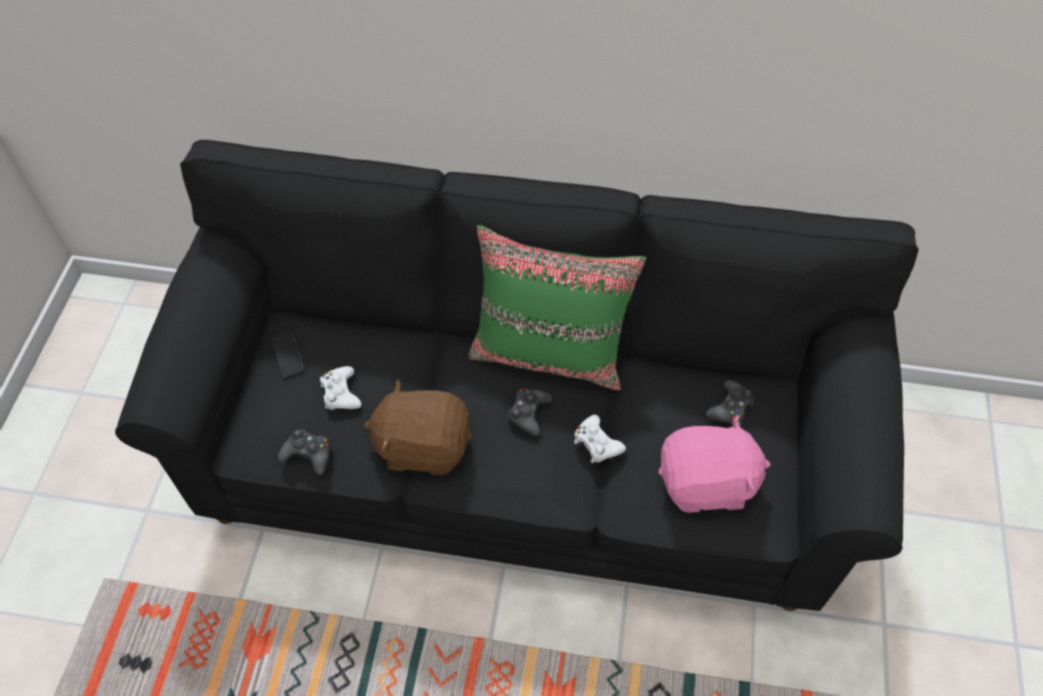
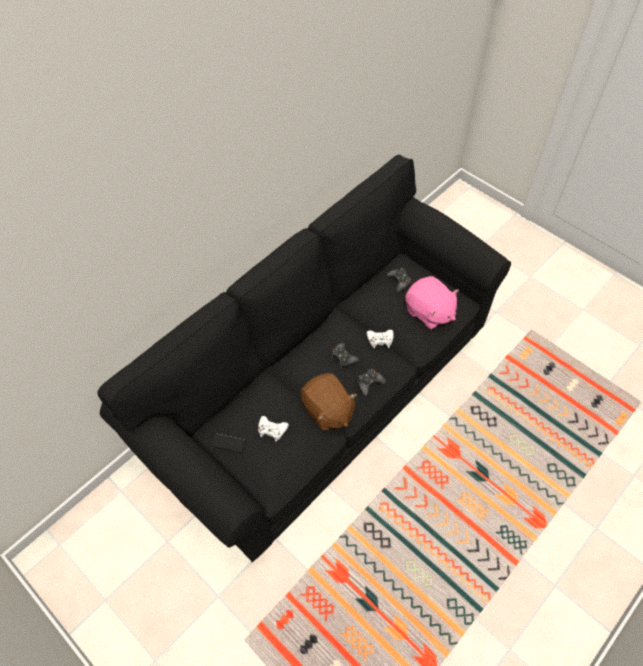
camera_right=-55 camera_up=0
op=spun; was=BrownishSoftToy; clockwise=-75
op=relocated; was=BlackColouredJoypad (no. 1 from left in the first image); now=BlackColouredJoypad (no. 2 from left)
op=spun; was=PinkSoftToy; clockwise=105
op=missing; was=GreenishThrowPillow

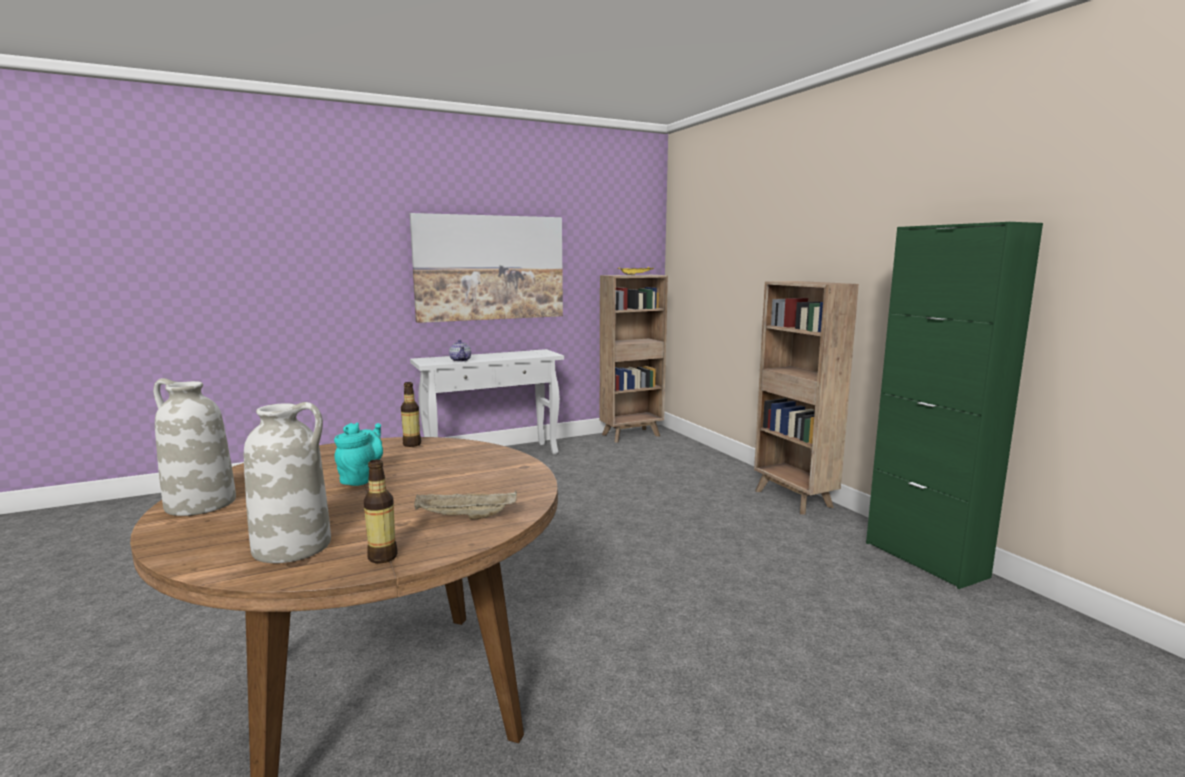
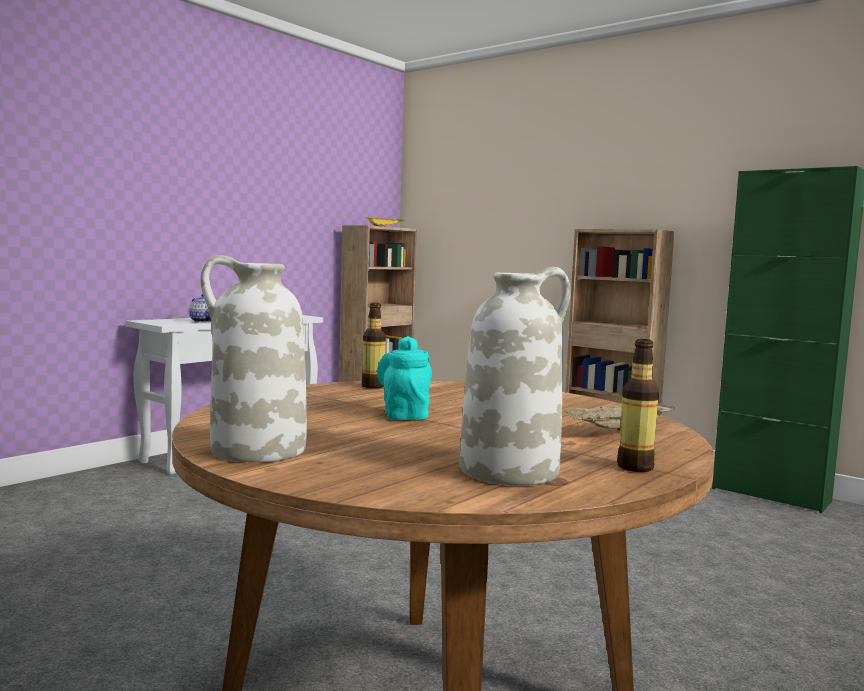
camera_right=-25 camera_up=-5
op=missing; was=Picture

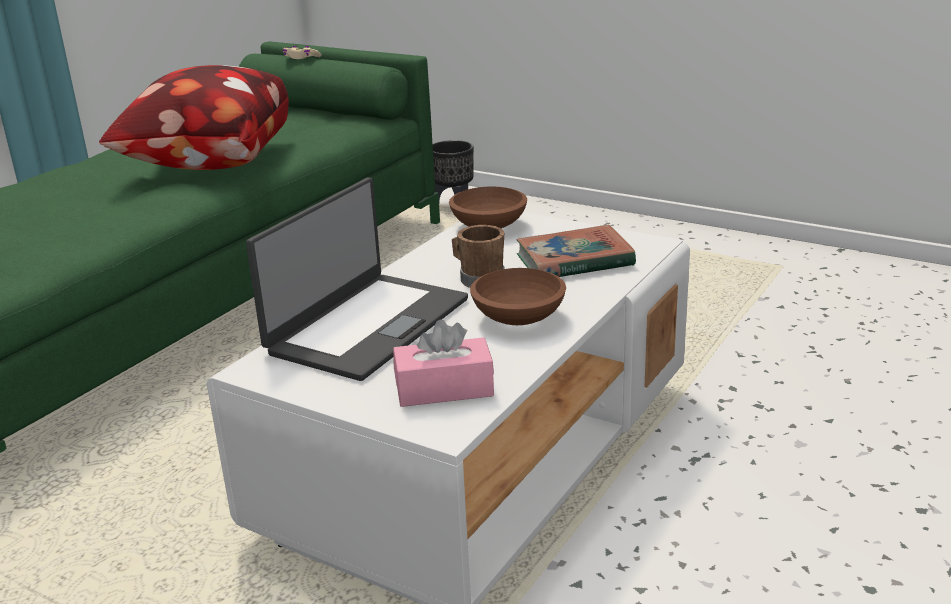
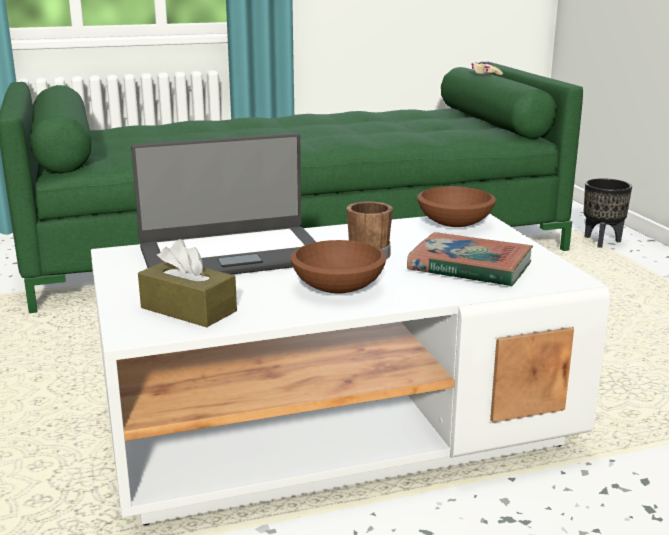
camera_right=40 camera_up=-5
op=colour; was=PinkTissueBox; now=BrownishTissueBox
op=missing; was=ThrowPillow

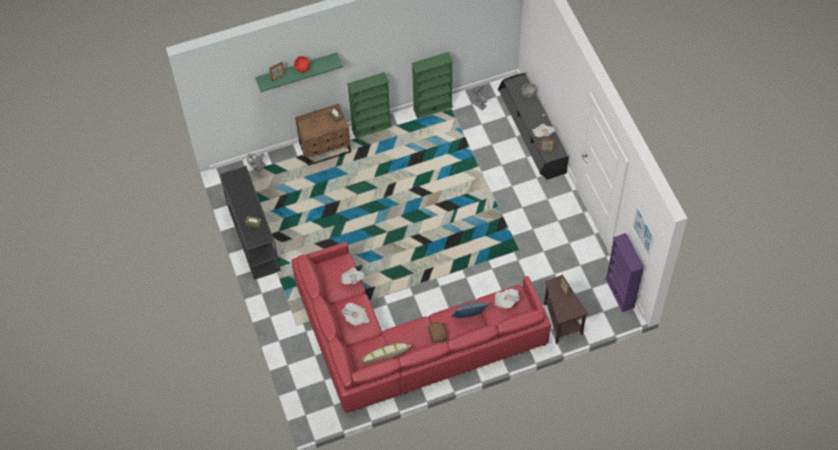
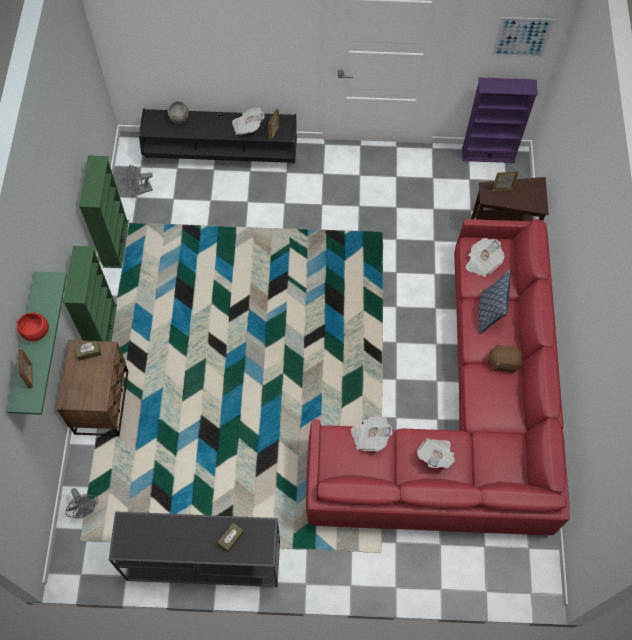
camera_right=-70 camera_up=5
op=missing; was=ThrowPillow (no. 1 from left)

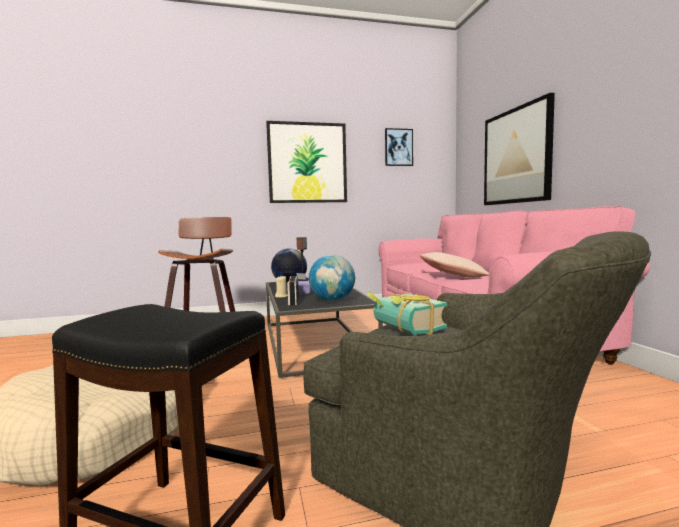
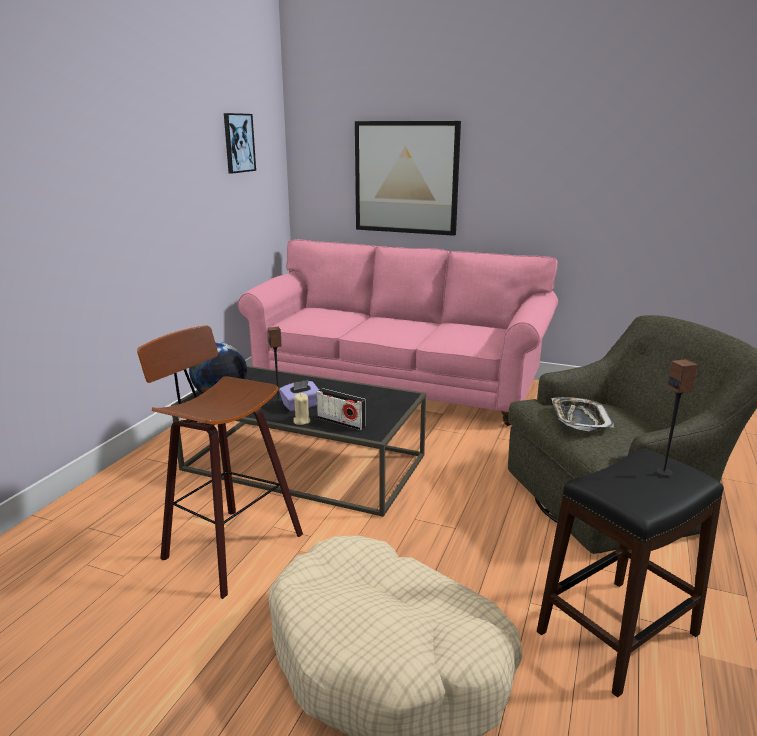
camera_right=-55 camera_up=15
op=exchanged; was=Volume; now=CarryingTray
op=appeared; now=Speaker (no. 2 from left)
op=missing; was=Picture (no. 1 from left)
op=missing; was=DeskGlobe (no. 2 from left)
op=missing; was=BeigeColouredThrowPillow

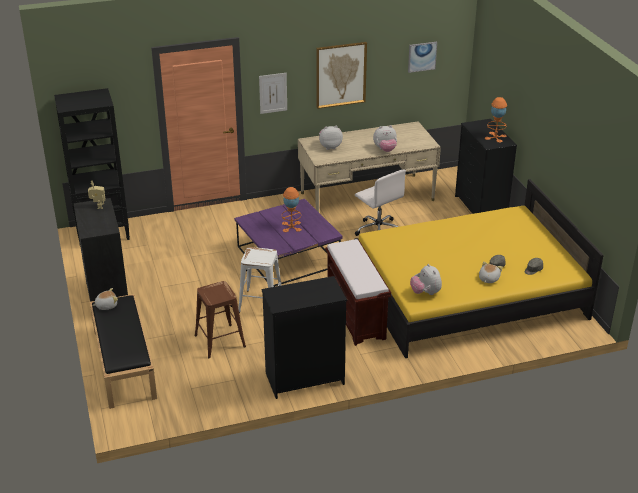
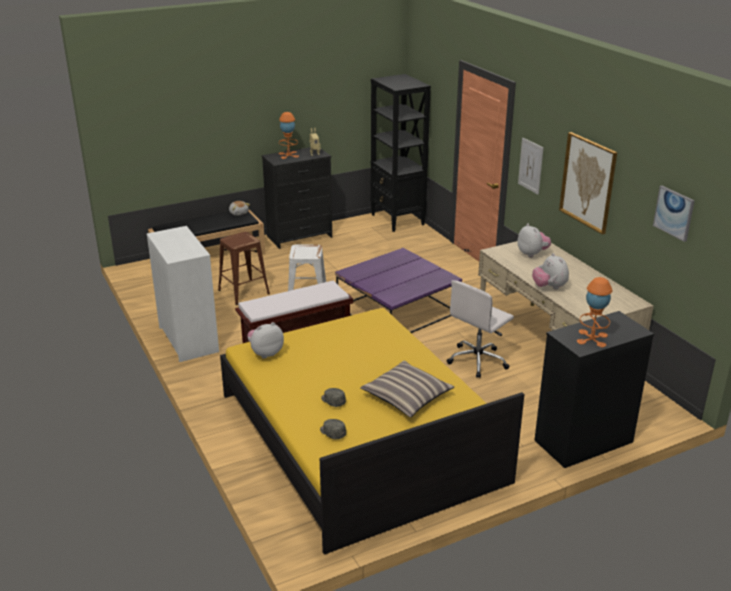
camera_right=80 camera_up=-5
op=colour; was=BlackColouredDrawerChest (no. 2 from left); now=WhiteColouredDrawerChest
op=relocated; was=OrangeyTableLamp (no. 1 from left)
op=appeared; now=ThrowPillow
op=missing; was=SoftToy (no. 5 from left)

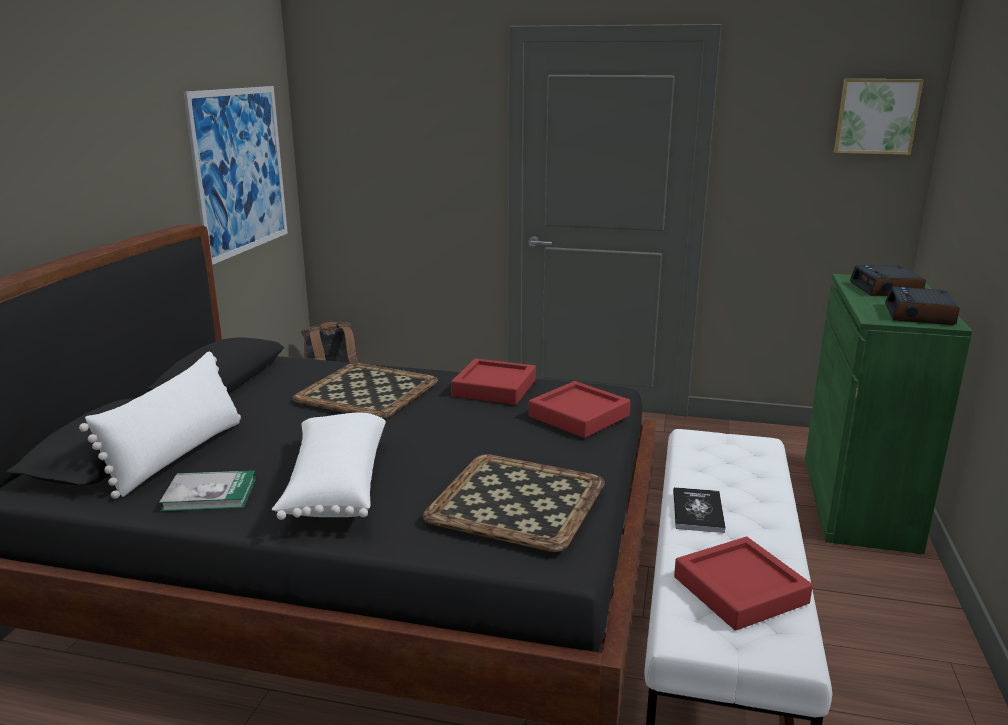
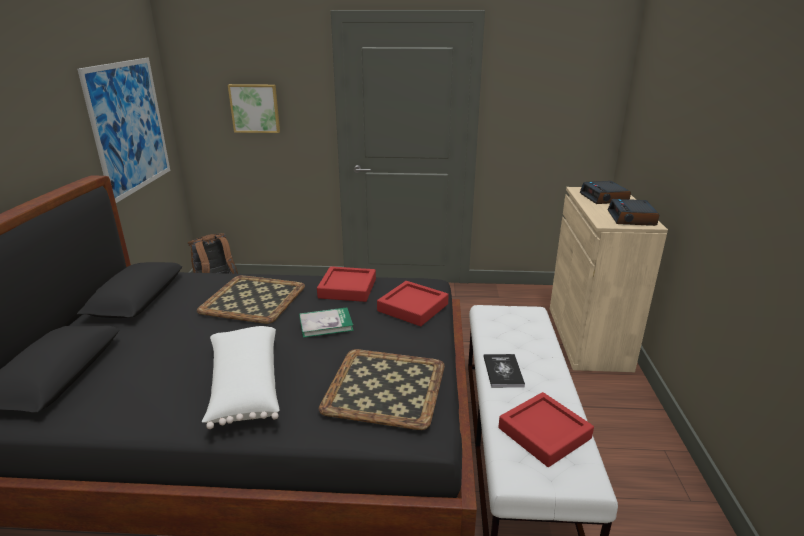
camera_right=-10 camera_up=5
op=relocated; was=Picture (no. 2 from left)
op=relocated; was=Volume (no. 1 from left)
op=colour; was=GreenishCupboard; now=BeigeColouredCupboard
op=missing; was=WhiteColouredThrowPillow (no. 1 from left)

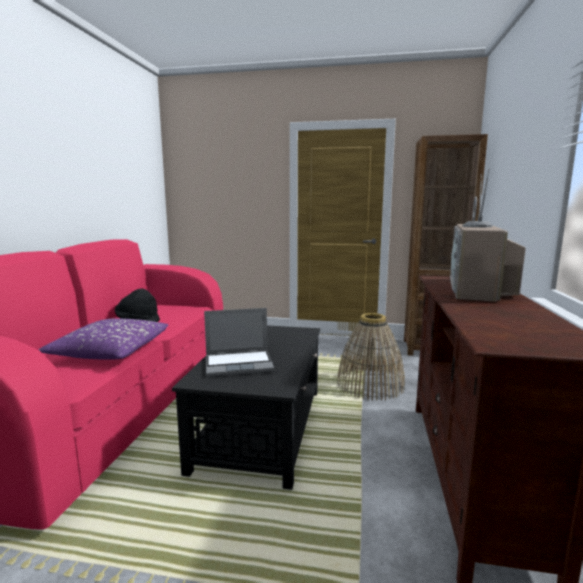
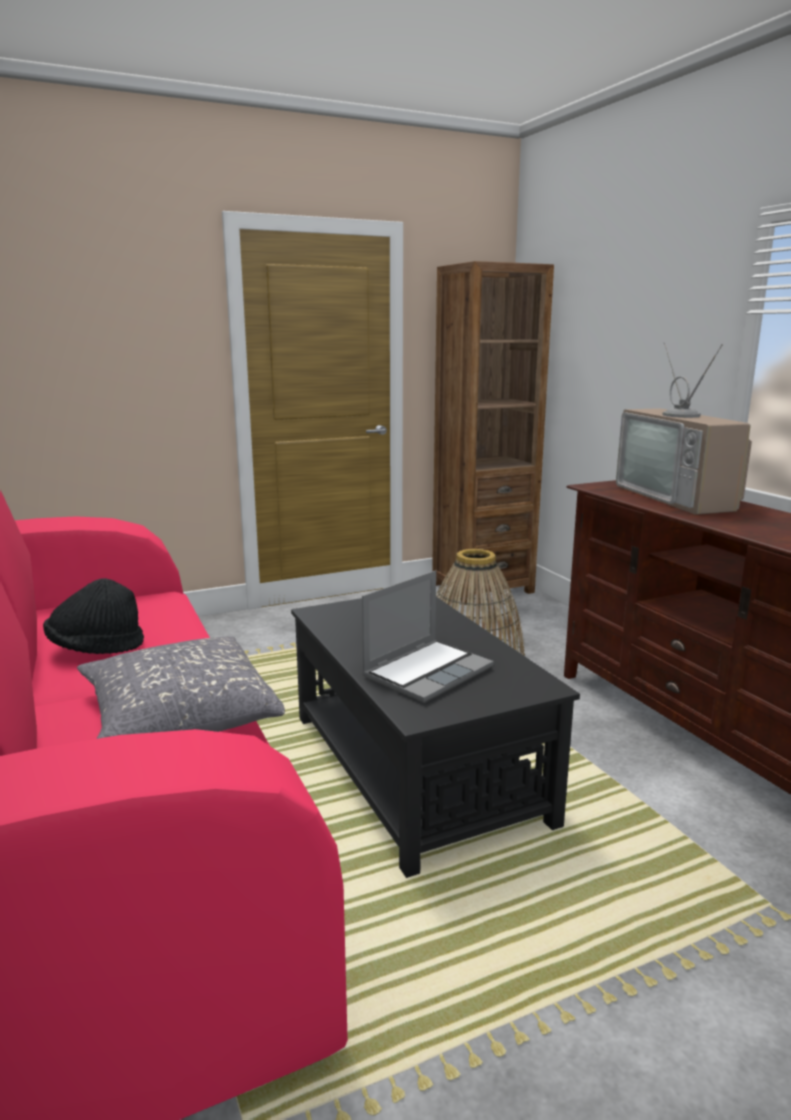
camera_right=-35 camera_up=5
op=colour; was=PurplishThrowPillow; now=GrayThrowPillow

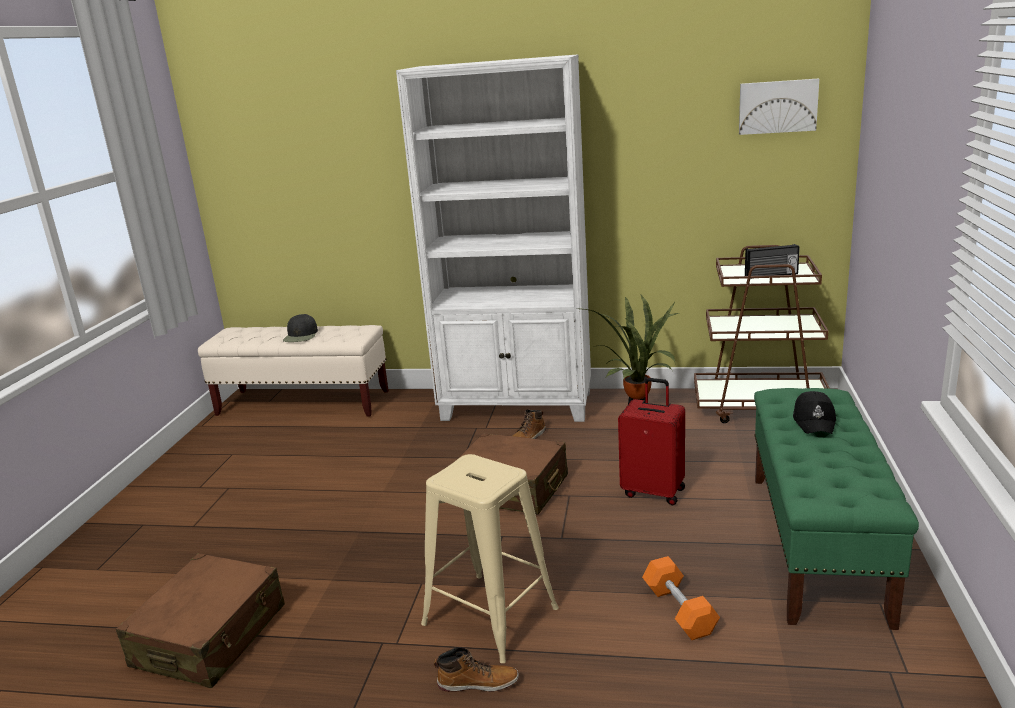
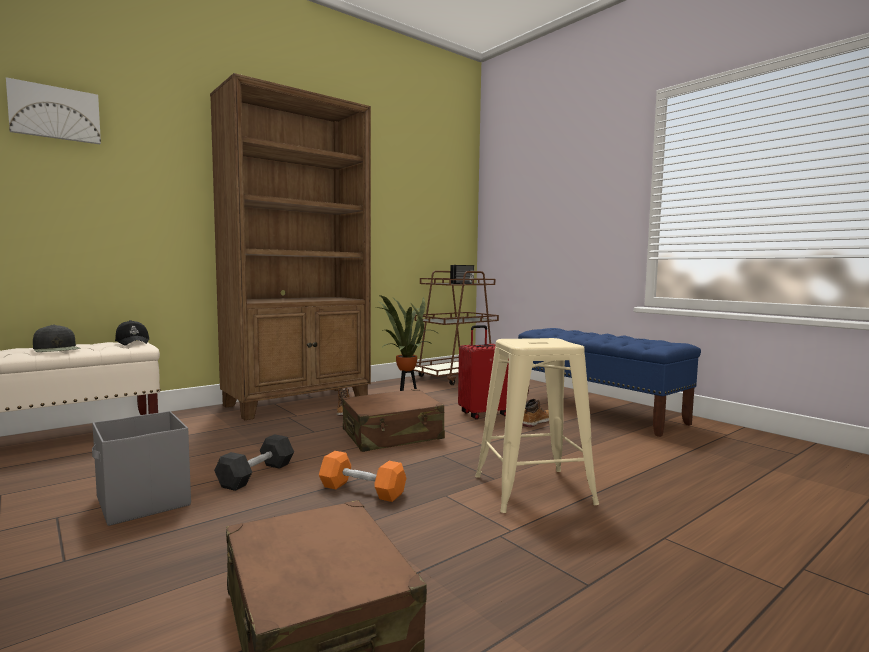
camera_right=-50 camera_up=-15
op=relocated; was=Picture
op=appeared; now=GrayStorageContainer
op=relocated; was=BlackColouredBaseballCap (no. 2 from left)
op=colour; was=WhiteColouredBookcase; now=BrownishBookcase
op=appeared; now=BlackColouredHandWeight
op=relocated; was=OrangeyHandWeight
op=colour; was=GreenishLongSeat; now=BlueLongSeat
op=relocated; was=HighTopBoot (no. 1 from left in the first image); now=HighTopBoot (no. 2 from left)

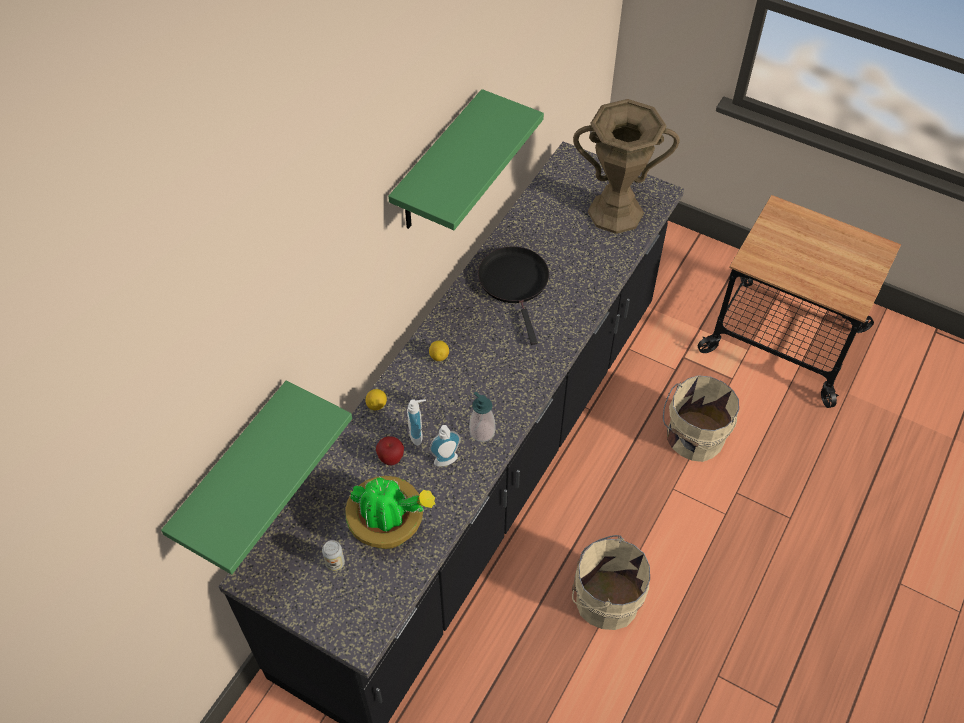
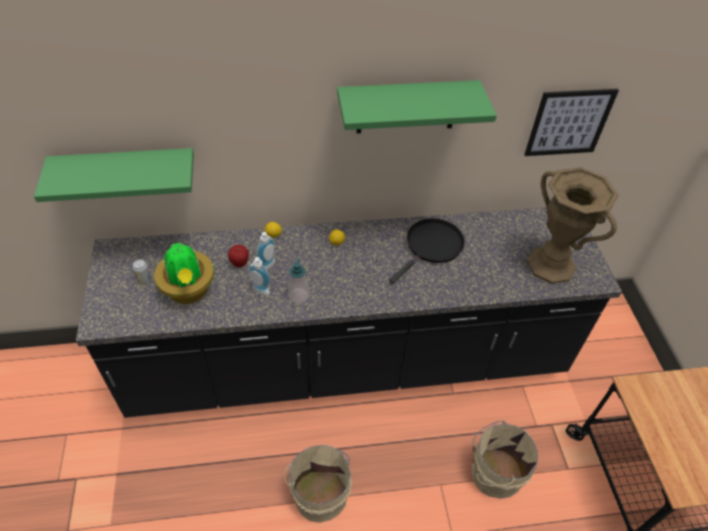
camera_right=50 camera_up=-5
op=appeared; now=Picture

